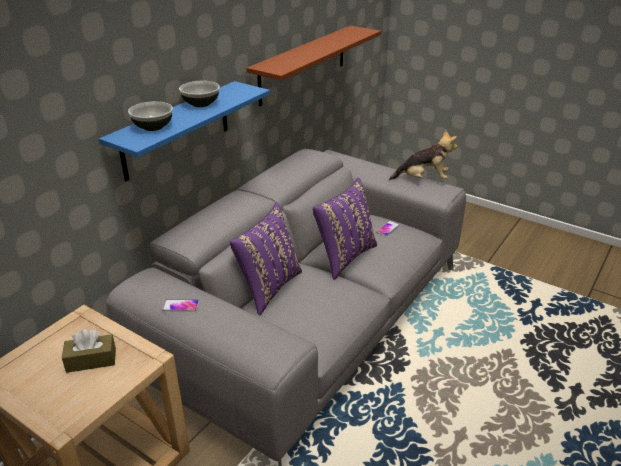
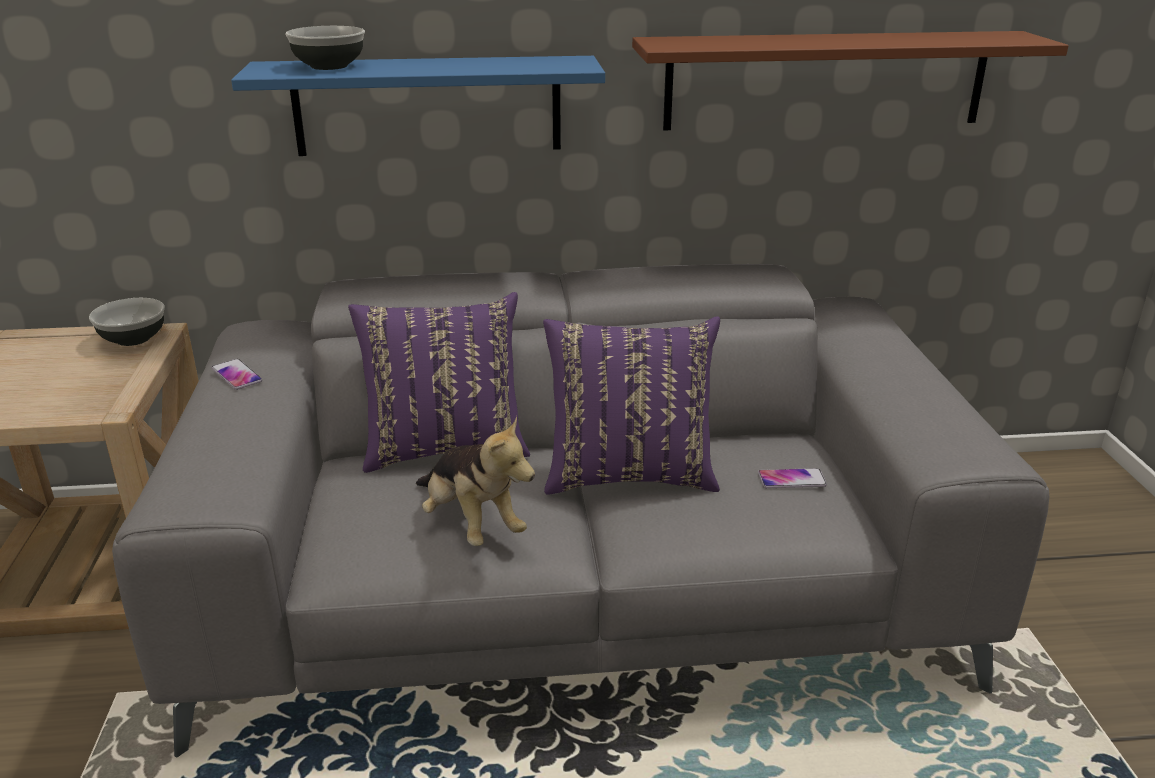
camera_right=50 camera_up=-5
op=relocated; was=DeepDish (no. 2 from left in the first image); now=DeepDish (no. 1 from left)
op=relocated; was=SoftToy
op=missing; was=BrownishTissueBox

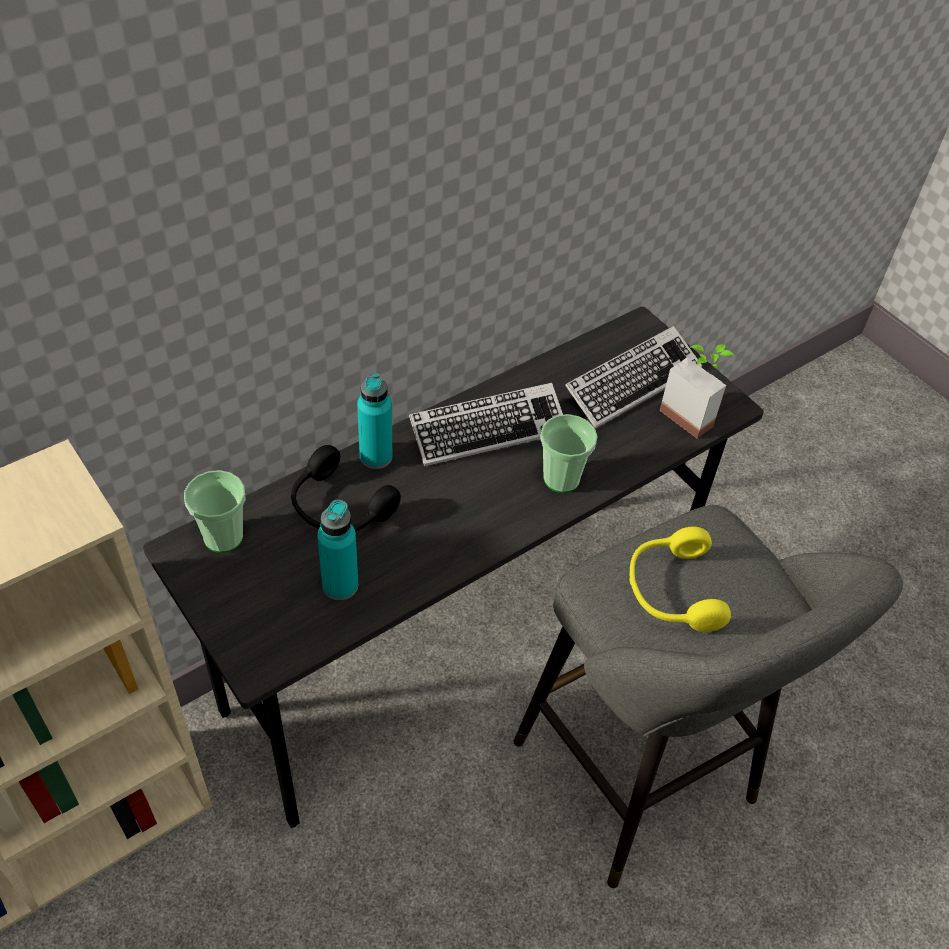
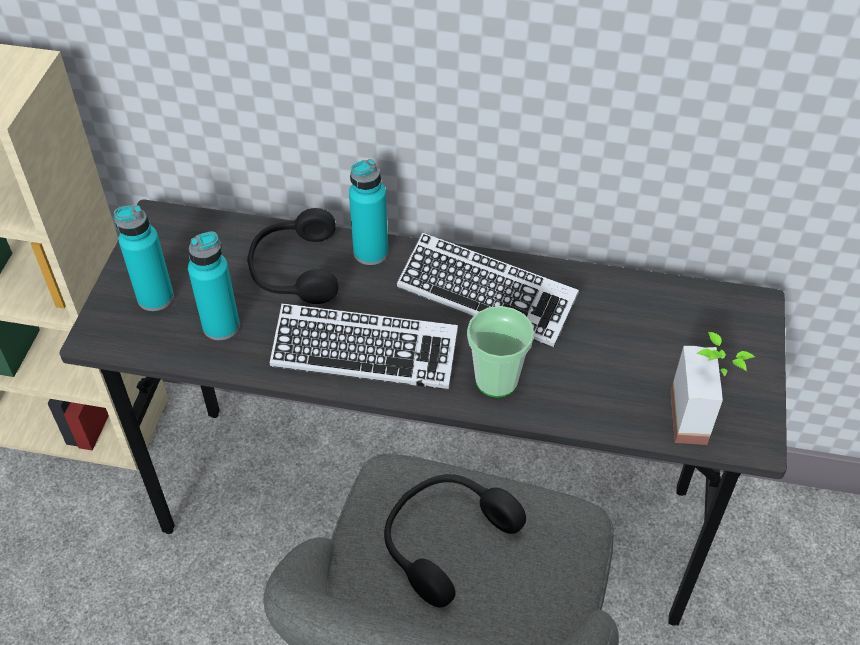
camera_right=50 camera_up=0
op=appeared; now=TurquoiseColouredBeverageBottle (no. 1 from left)
op=relocated; was=ComputerKeyboard (no. 2 from left in the first image); now=ComputerKeyboard (no. 1 from left)
op=colour; was=YellowishHeadphones; now=BlackColouredHeadphones (no. 2 from left)
op=missing; was=DrinkingCup (no. 1 from left)

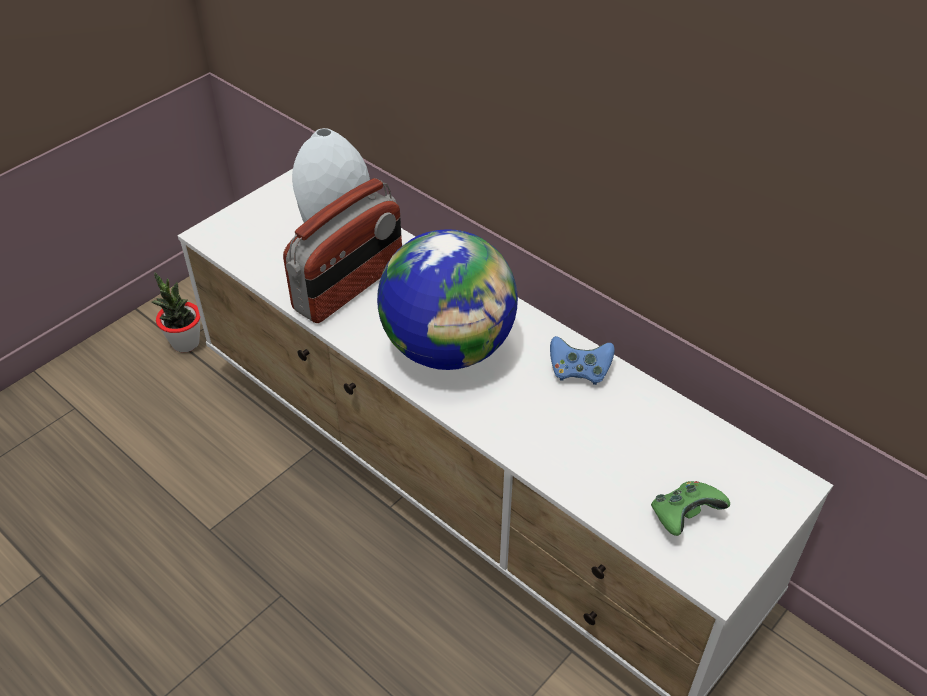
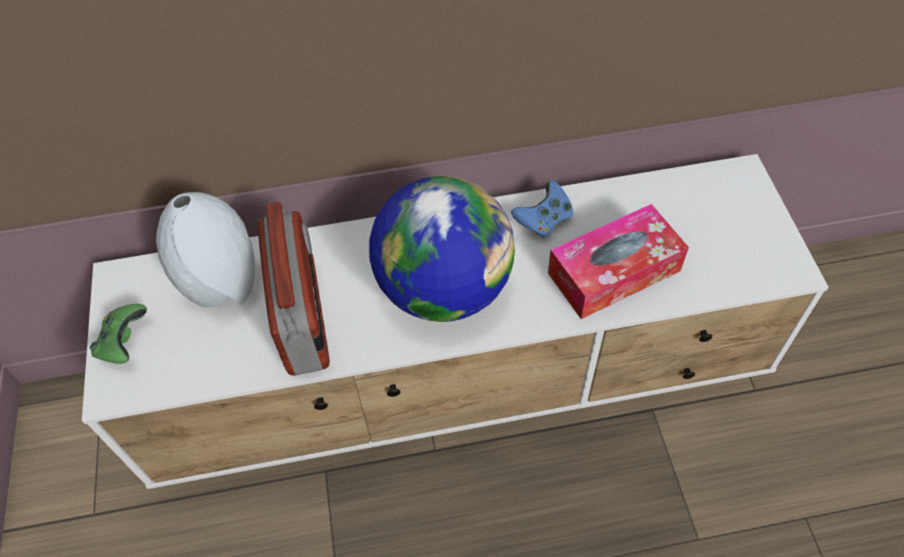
camera_right=-50 camera_up=10
op=relocated; was=GreenishJoypad
op=appeared; now=TissueBox
op=missing; was=PlantInAPot

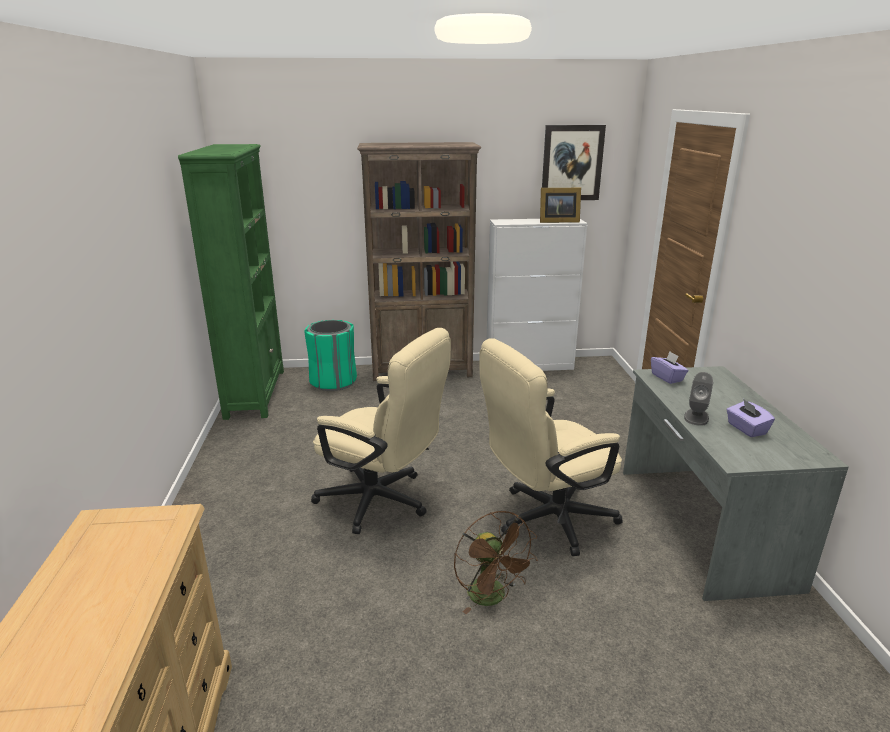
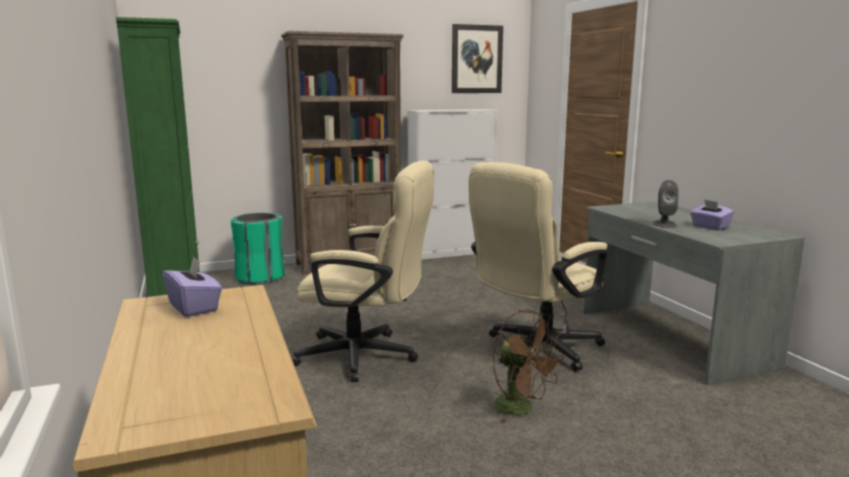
camera_right=-15 camera_up=-10
op=relocated; was=PurplishTissueBox (no. 1 from left)
op=missing; was=PhotoFrame

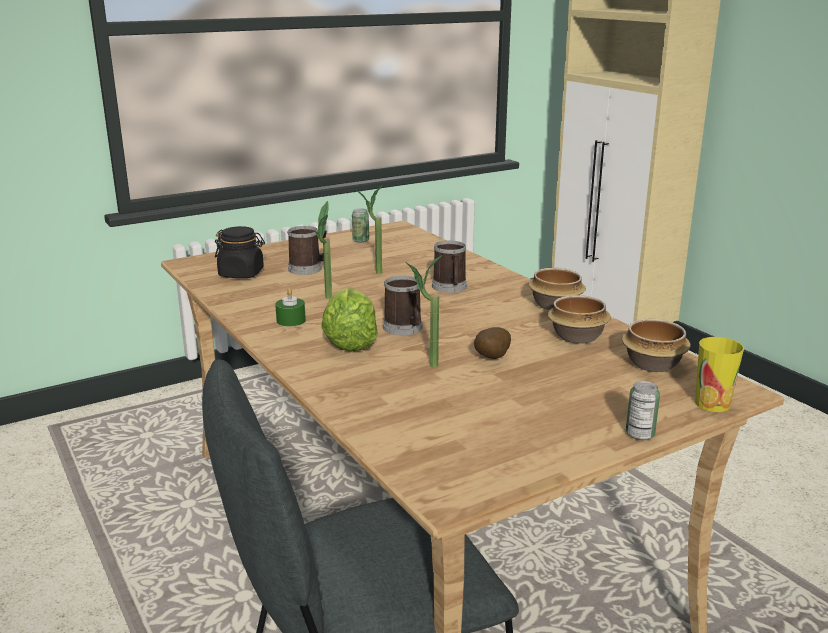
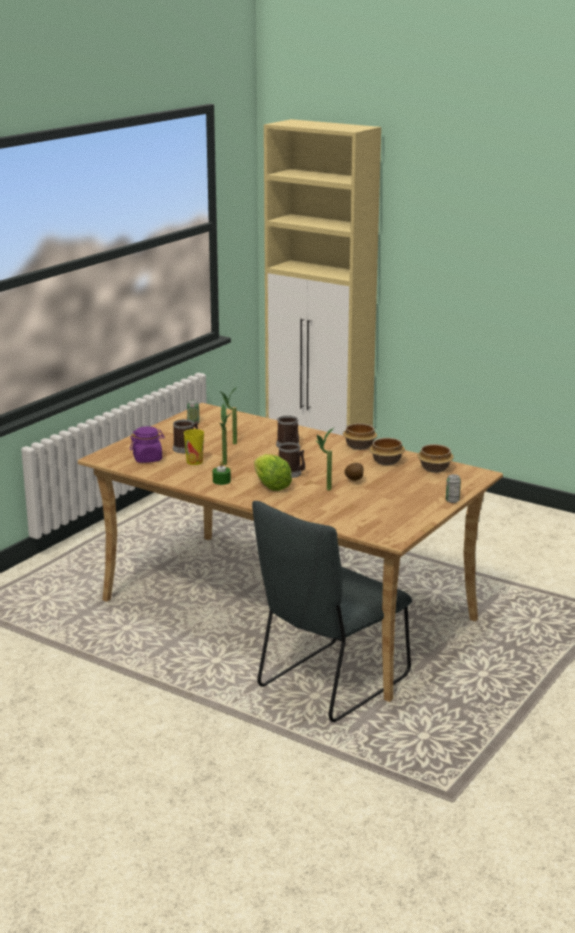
camera_right=-25 camera_up=0
op=colour; was=BlackColouredJar; now=PurplishJar
op=relocated; was=DrinkingCup

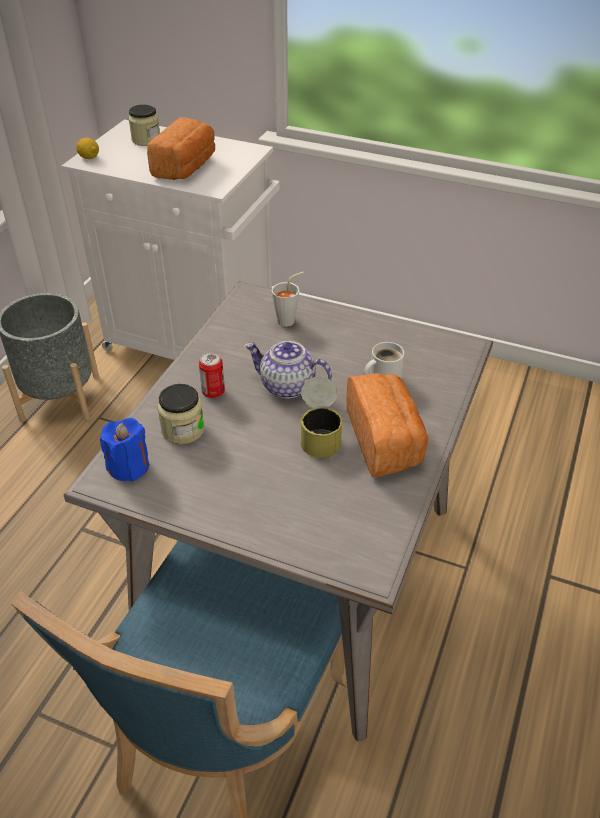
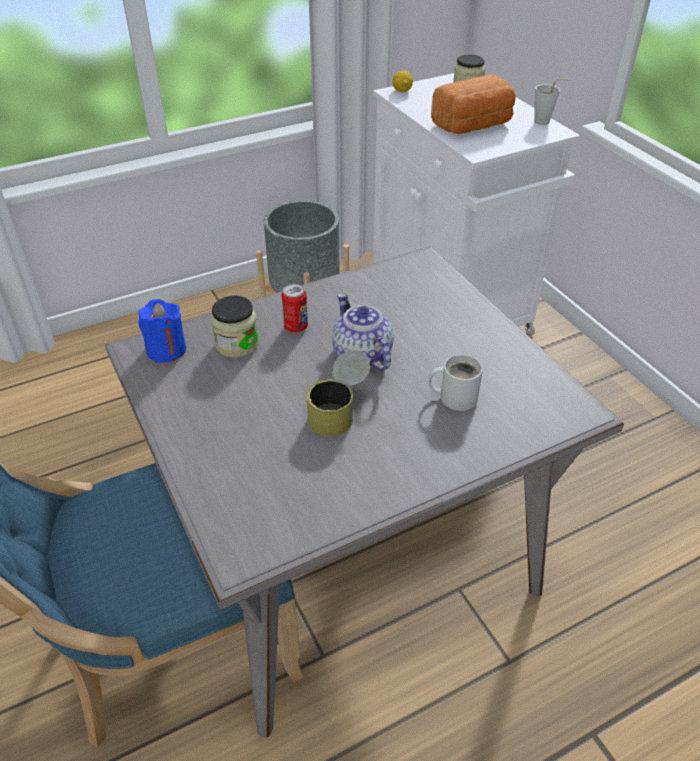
camera_right=40 camera_up=0
op=relocated; was=GrayDrinkingCup
op=missing; was=Bread (no. 2 from left)

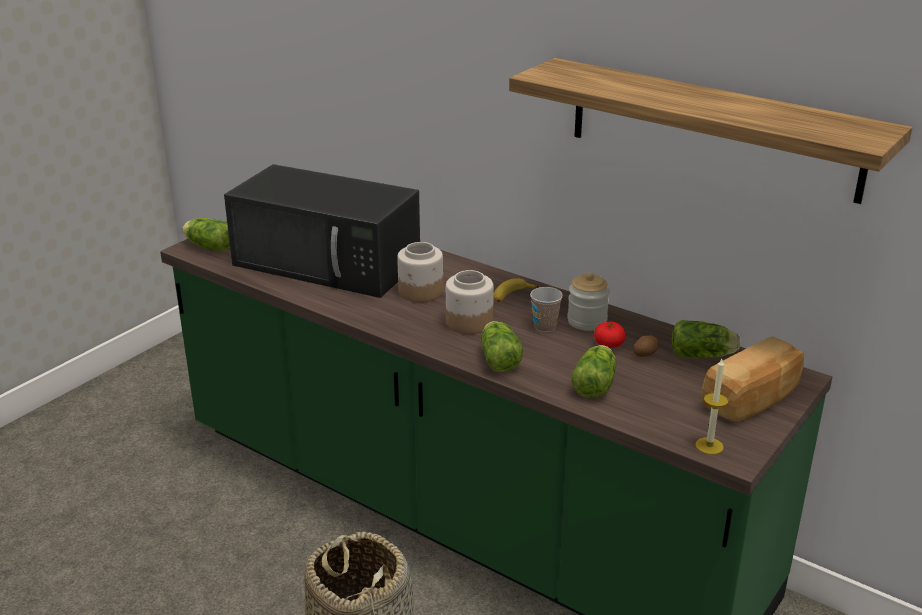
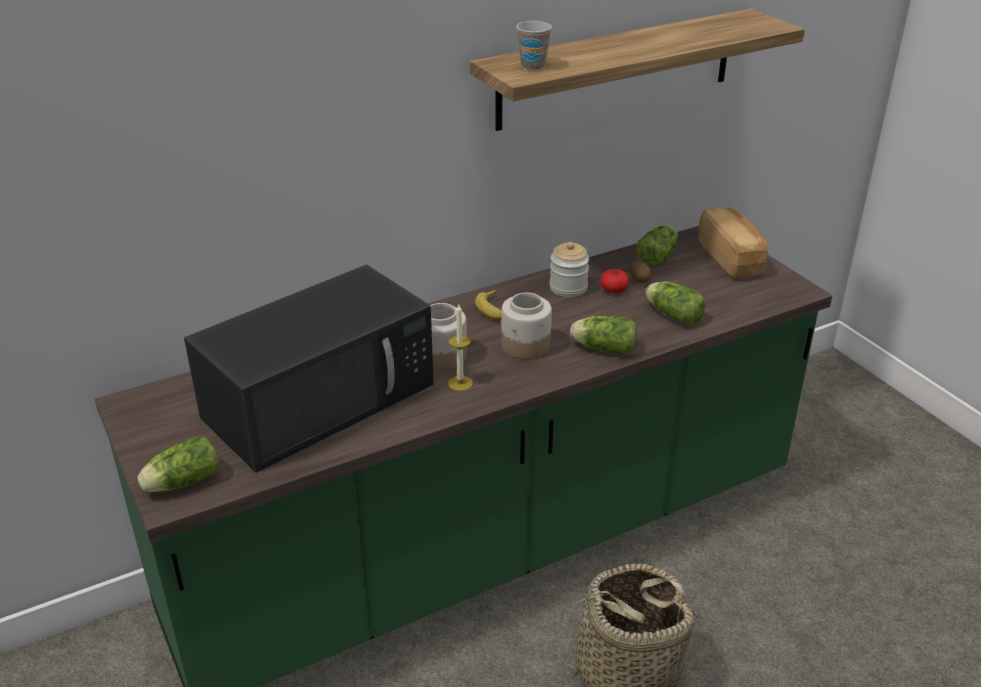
camera_right=-65 camera_up=5
op=relocated; was=WaxCandle
op=relocated; was=DrinkingCup

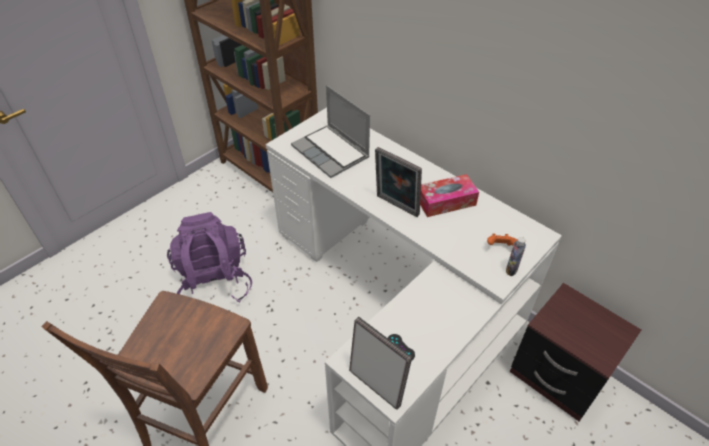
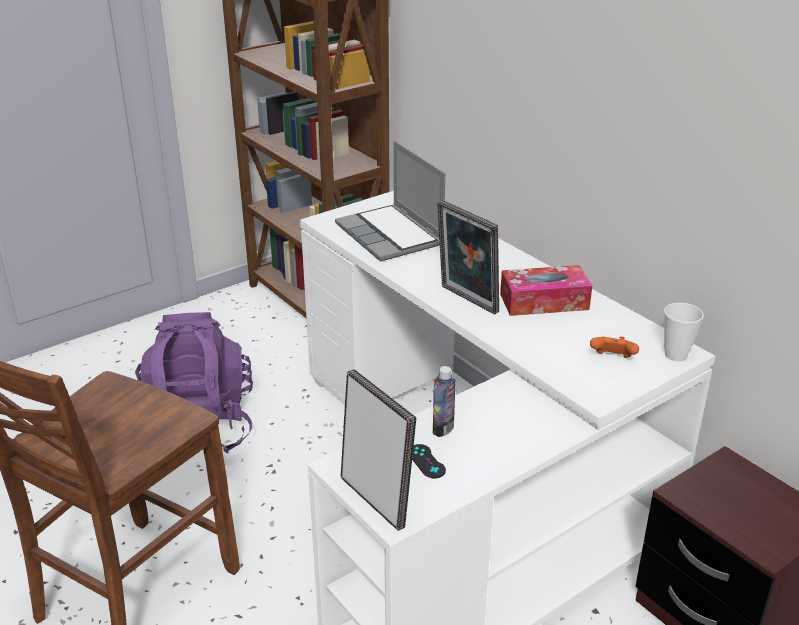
camera_right=10 camera_up=-15
op=relocated; was=BeverageBottle
op=appeared; now=DrinkingCup

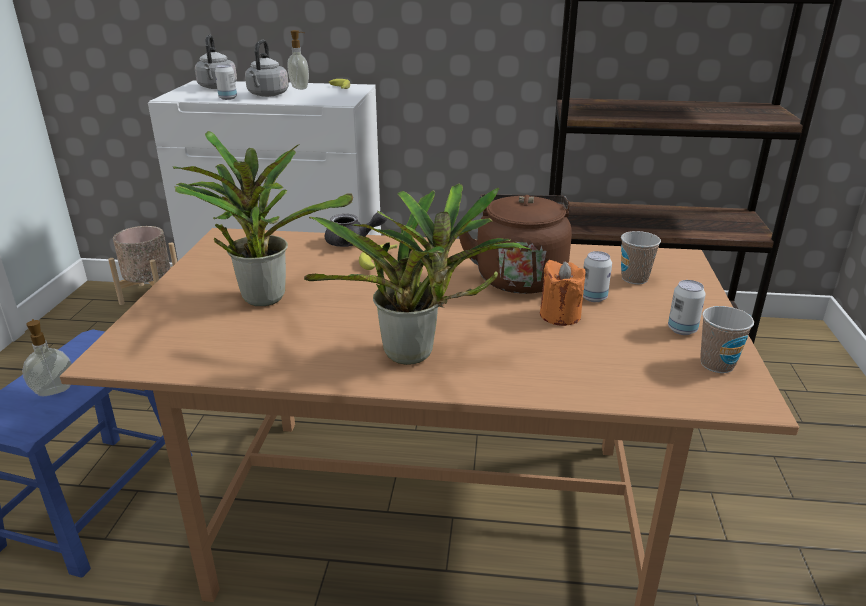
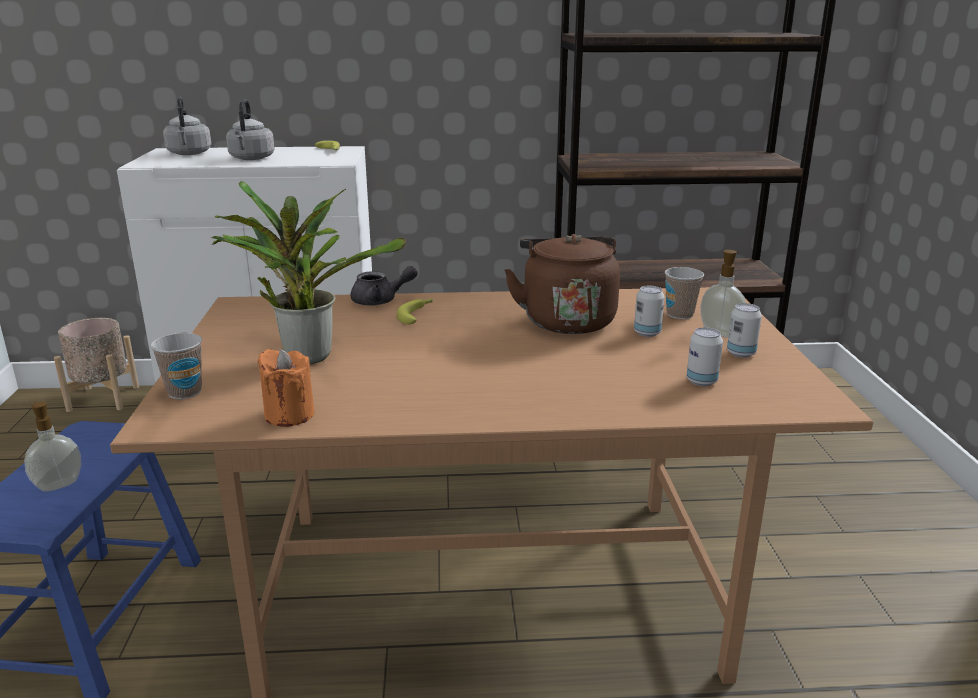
camera_right=-10 camera_up=-5
op=relocated; was=DrinkingCup (no. 2 from left in the first image); now=DrinkingCup (no. 1 from left)
op=relocated; was=OrangeyWaxCandle
op=relocated; was=SealedCan (no. 1 from left in the first image); now=SealedCan (no. 2 from left)
op=relocated; was=SoapDispenser (no. 2 from left)
op=missing; was=PlantInAPot (no. 2 from left)

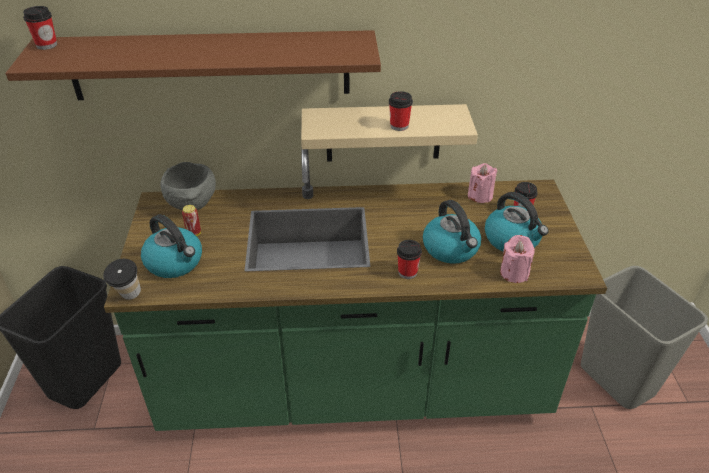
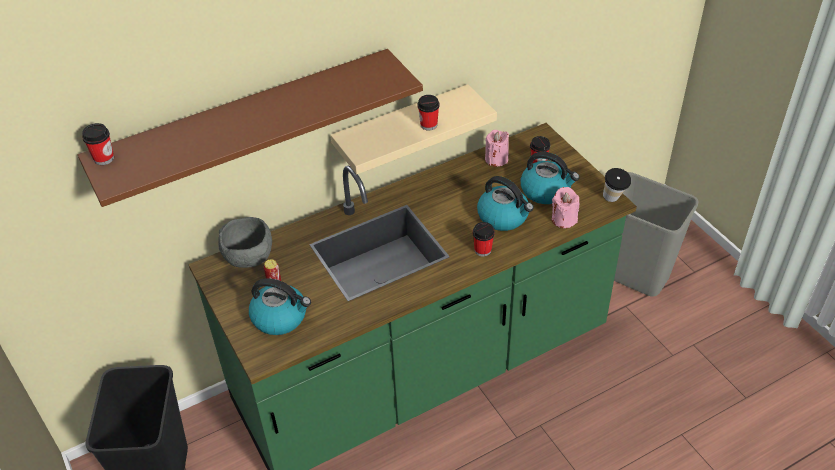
camera_right=-25 camera_up=5
op=relocated; was=DrinkingCup (no. 2 from left in the first image); now=DrinkingCup (no. 5 from left)

